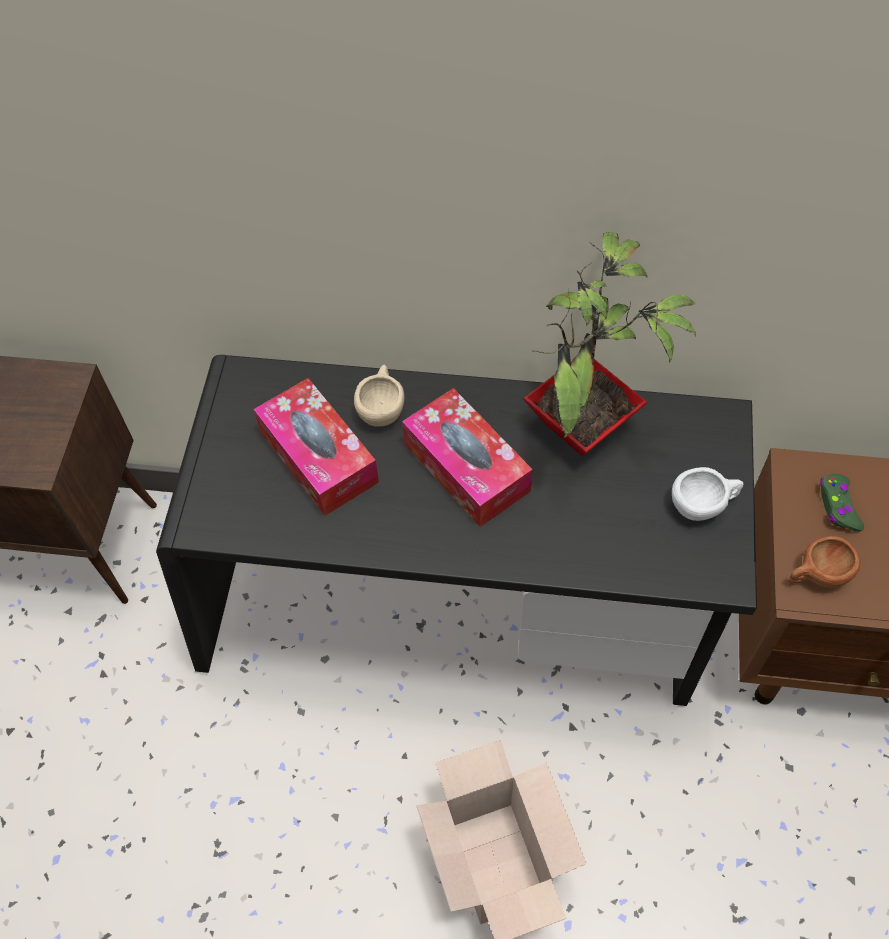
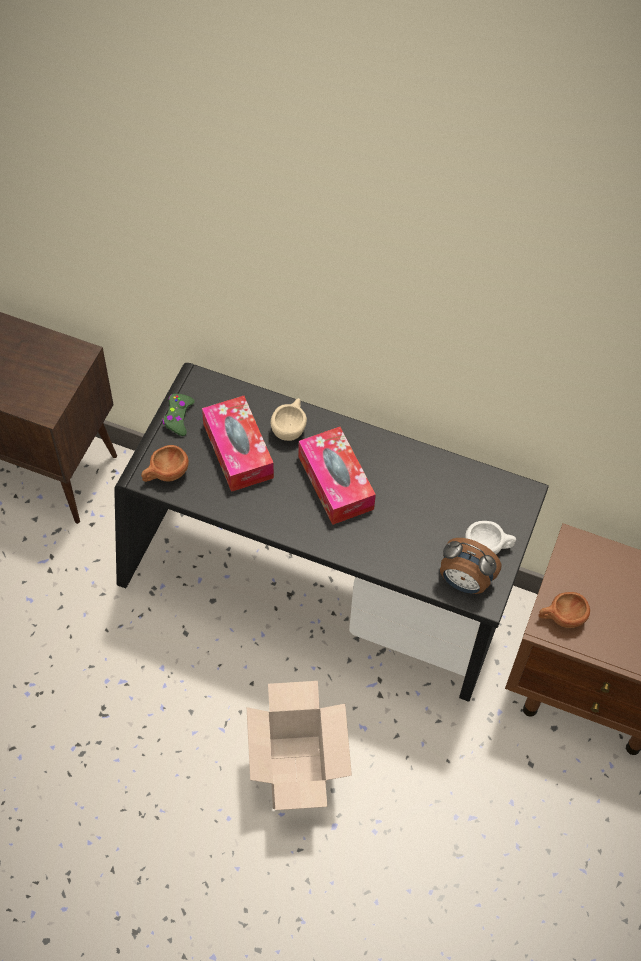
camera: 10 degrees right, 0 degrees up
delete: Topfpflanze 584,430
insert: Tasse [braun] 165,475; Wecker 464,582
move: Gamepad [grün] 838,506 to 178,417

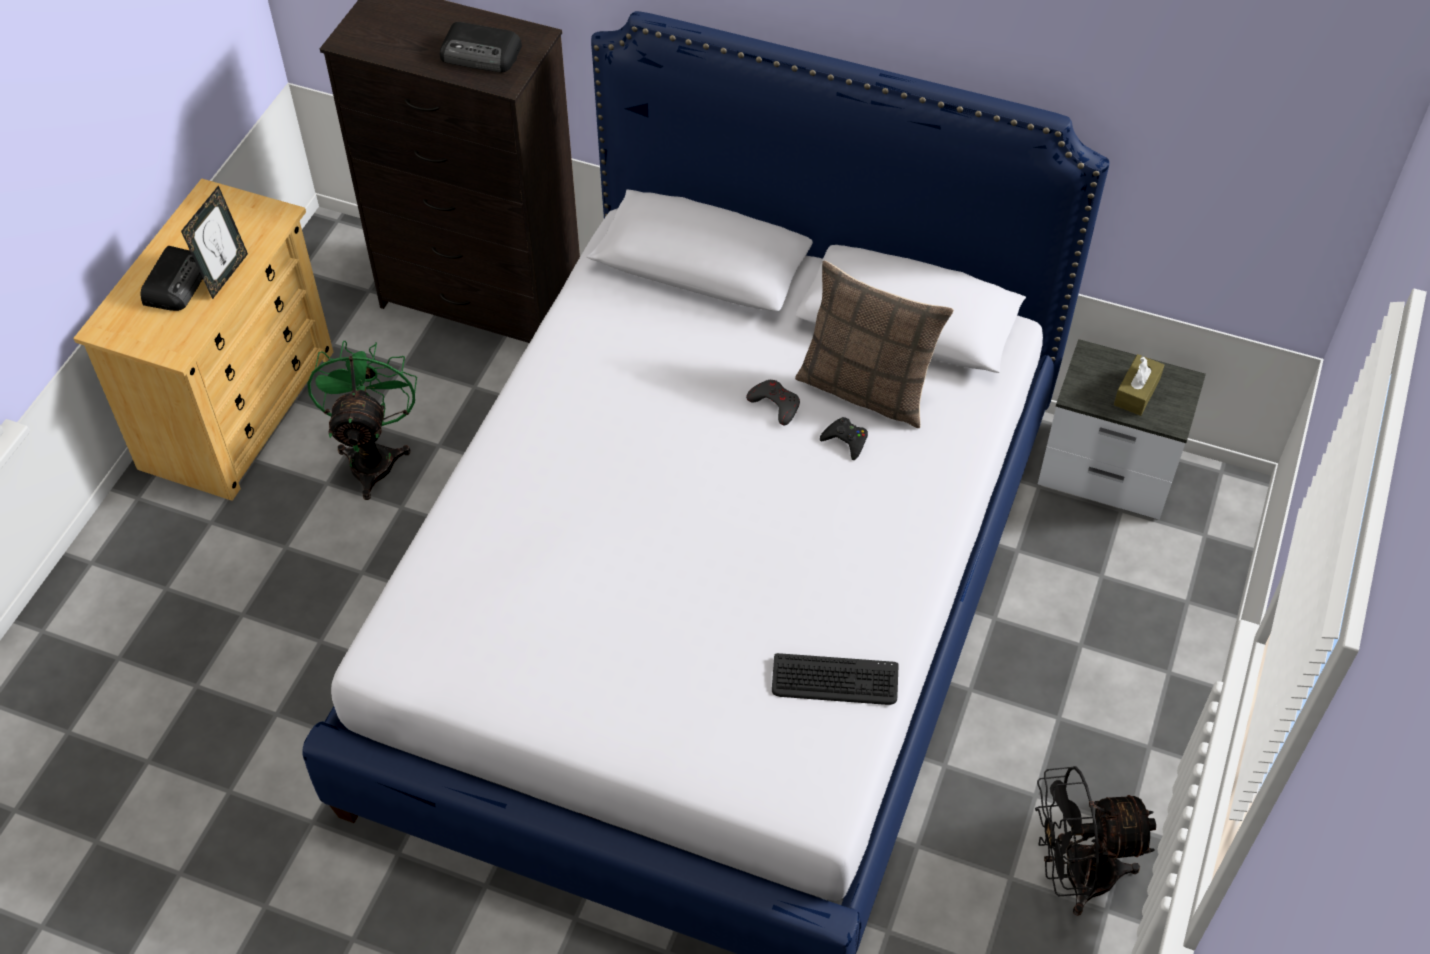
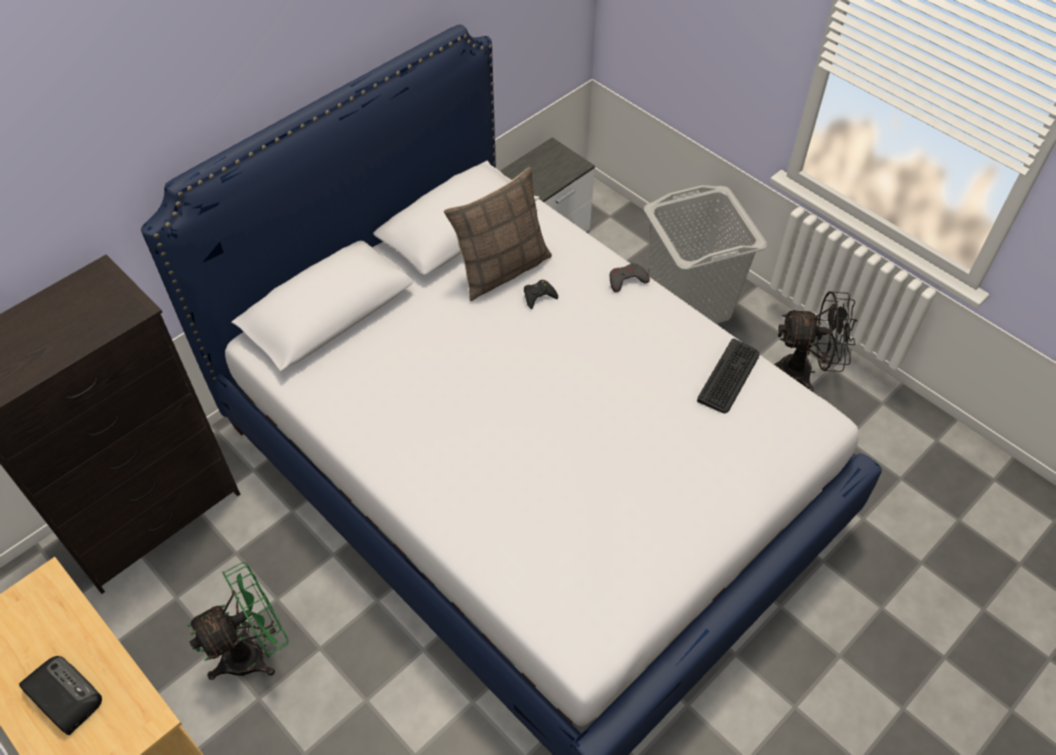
camera: 65 degrees left, 0 degrees up
delete: Radio 481,54; Bilderrahmen 225,274; Taschentuchbox [braun] 1136,392
insert: Wäschekorb [grau] 689,304
move: Gamepad [grau] 775,404 to 627,280
rotate: Ventilator [grün] 373,456 = 254,651 120 degrees clockwise; Ventilator [schwarz] 1075,875 = 804,371 105 degrees counterclockwise

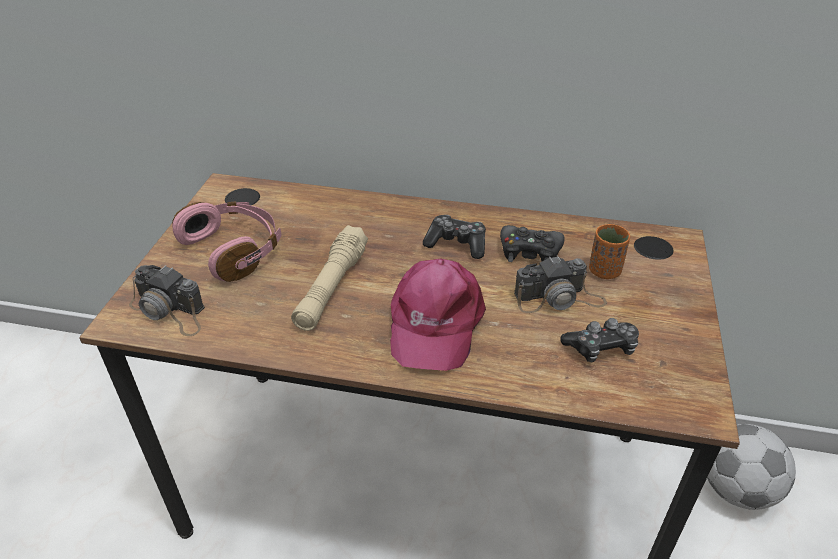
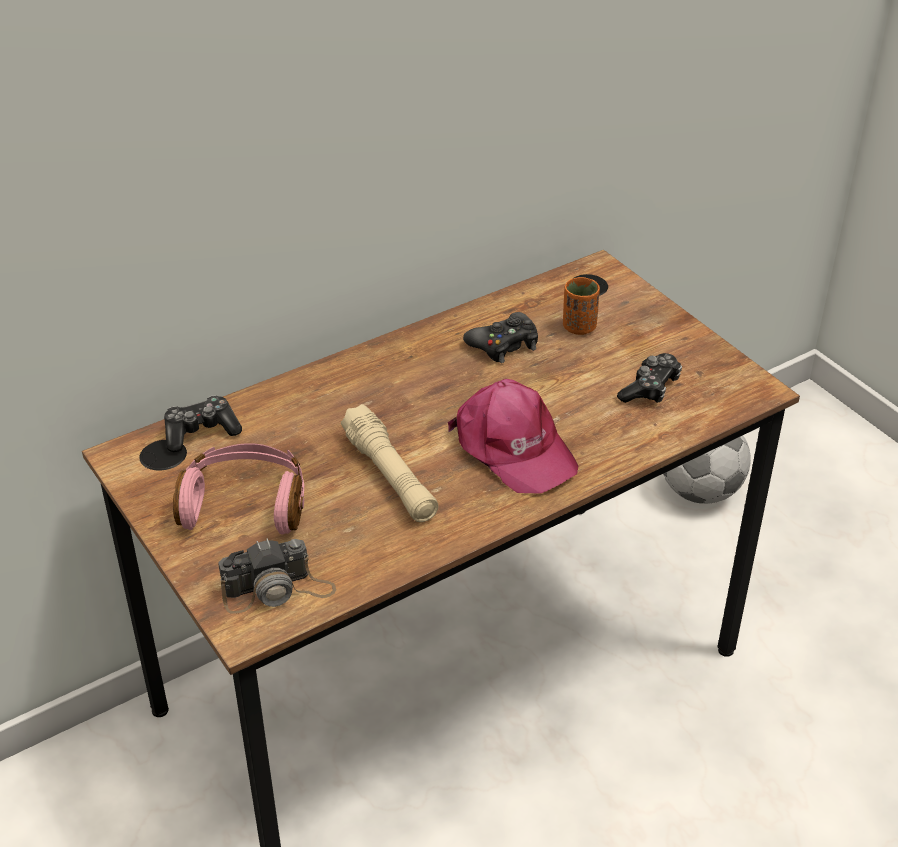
camera: 45 degrees left, 0 degrees up
delete: Kamera 559,298
move: Gamepad 456,244 to 200,432

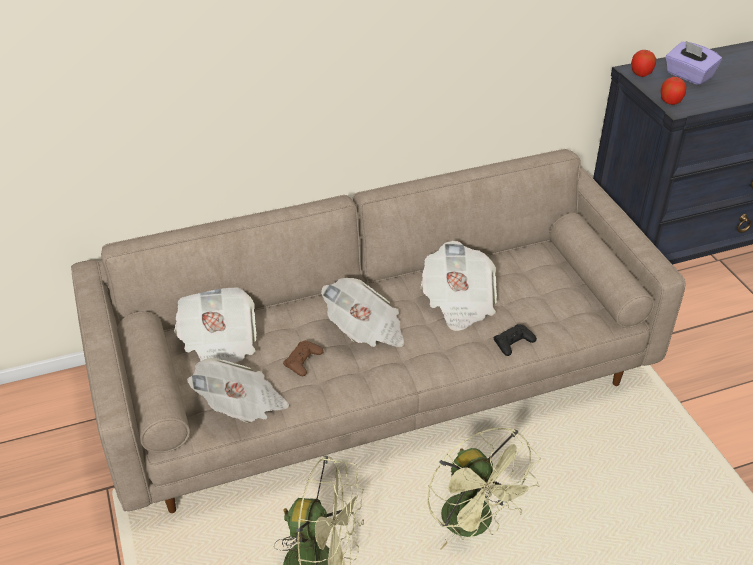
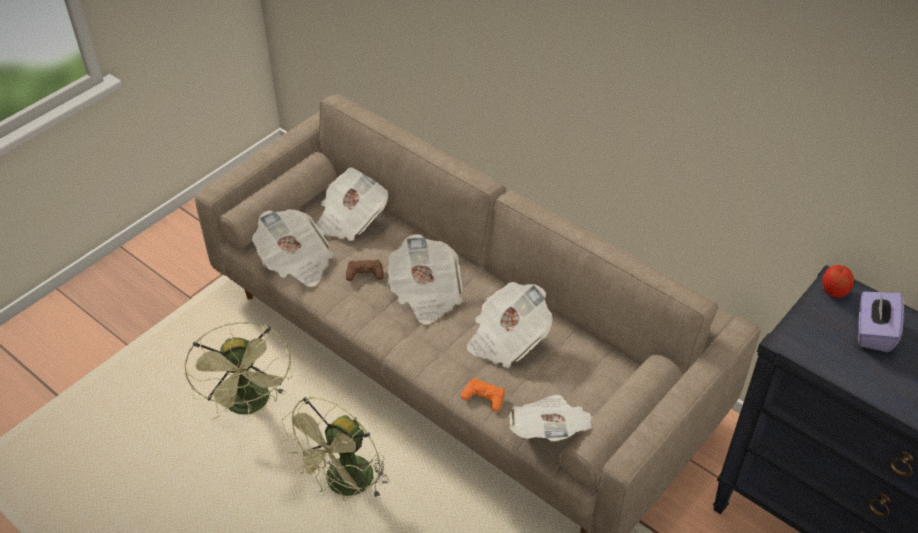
camera: 60 degrees right, 5 degrees up
delete: Apfel 670,102
insert: Zeitung 548,431
recolor: Gamepad [schwarz] 513,342 to Gamepad [orange] 484,397

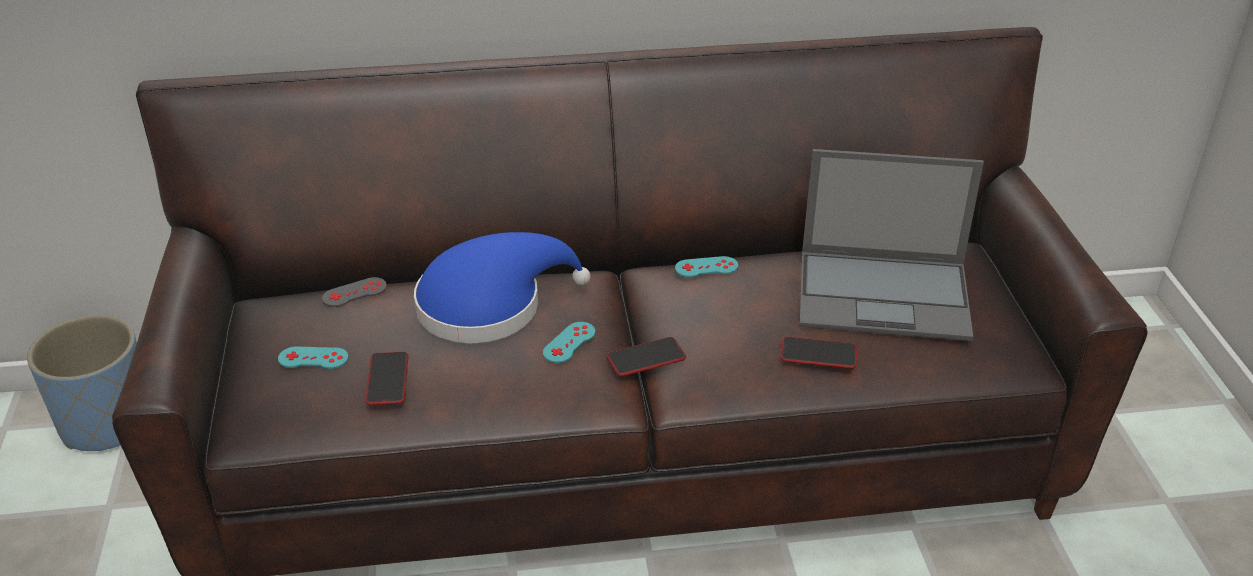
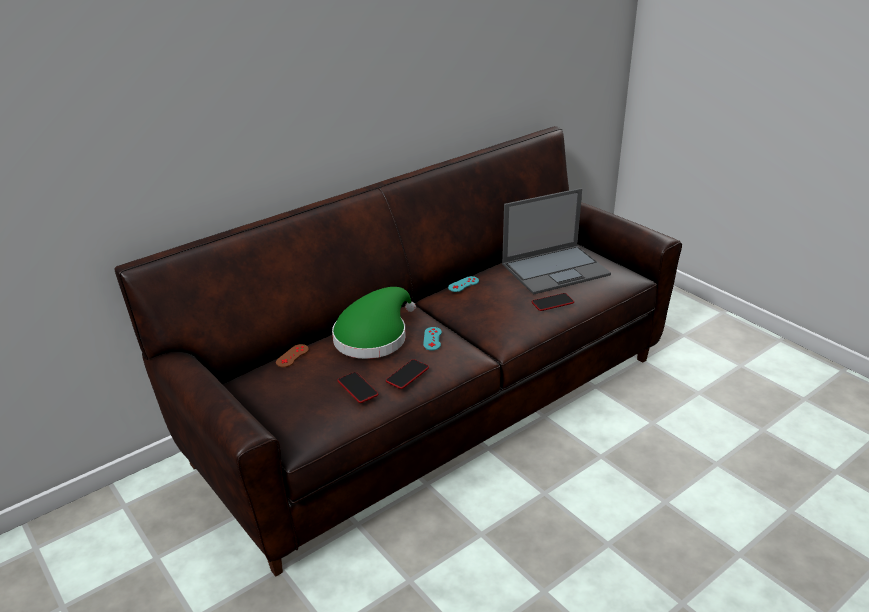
camera: 30 degrees left, 5 degrees down
delete: Pflanzkübel [blau] 108,423; Gamepad [türkis] 313,358
move: Handy 646,358 to 407,375
recolor: Hut [blau] 489,305 to Hut [grün] 374,336; Gamepad [grau] 354,292 to Gamepad [braun] 292,356

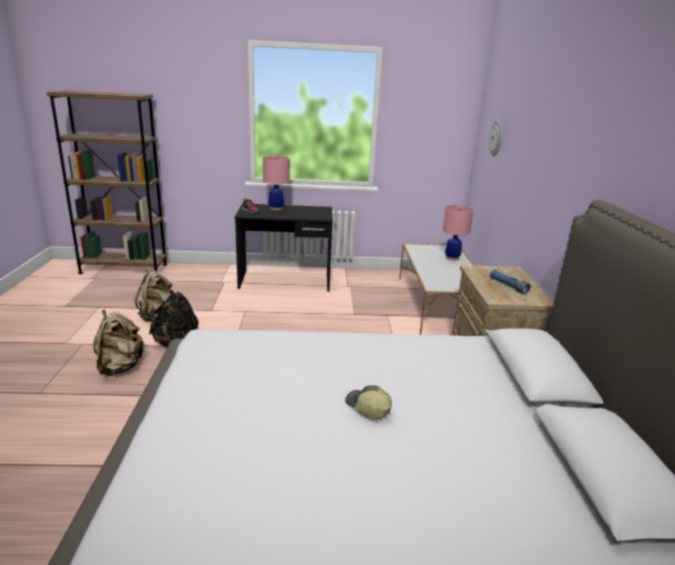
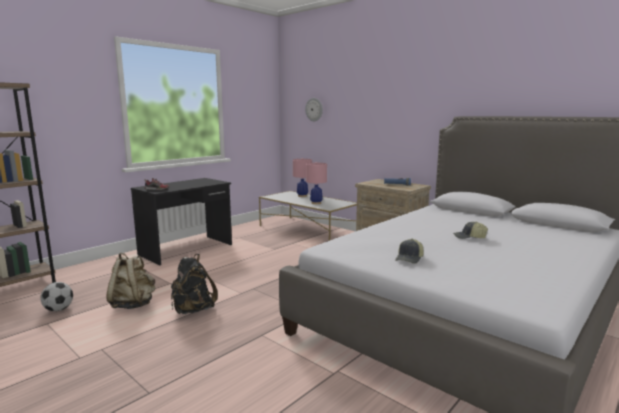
camera: 45 degrees left, 10 degrees down
delete: Rucksack [beige] 120,367
insert: Kappe 409,259; Fußball 59,309
move: Tischlampe [rosa] 276,208 to 316,203

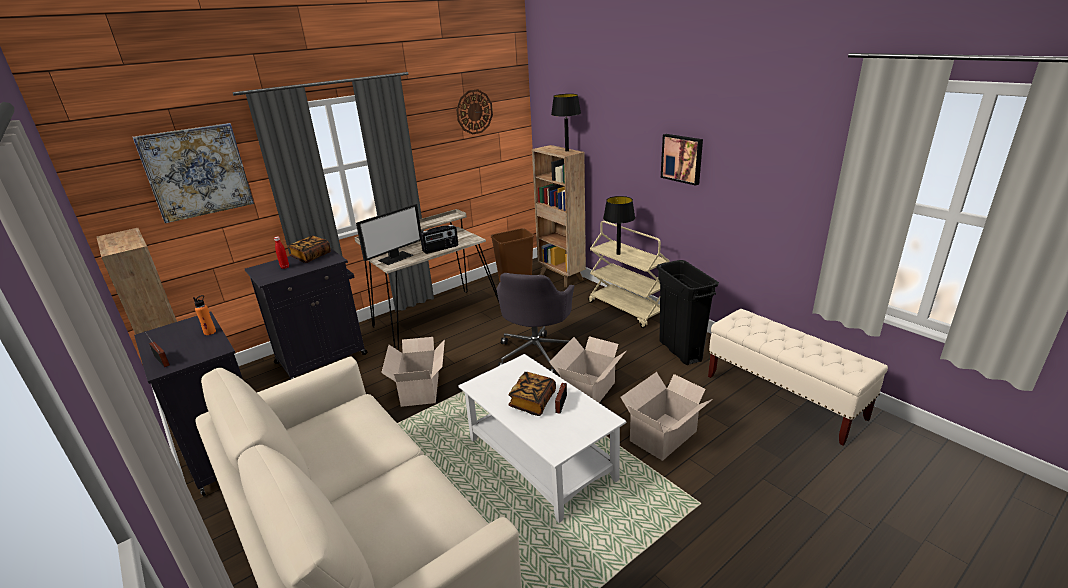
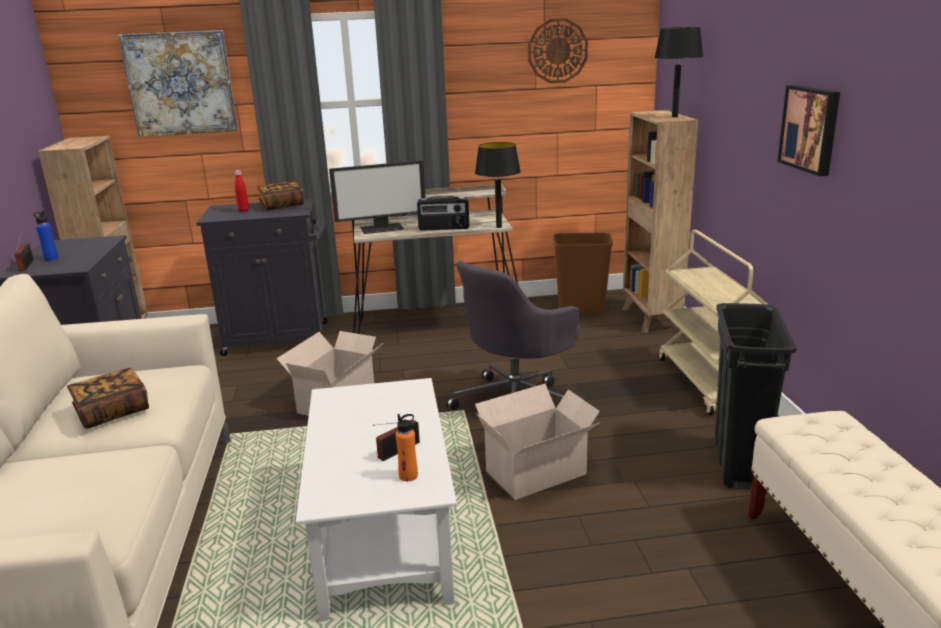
camera: 30 degrees right, 5 degrees down
delete: Karton 665,435
insert: Flasche [blau] 51,258
move: Tischlampe [schwarz] 618,254 to 498,227; Flasche [orange] 210,332 to 408,476; Buch 533,402 to 112,412

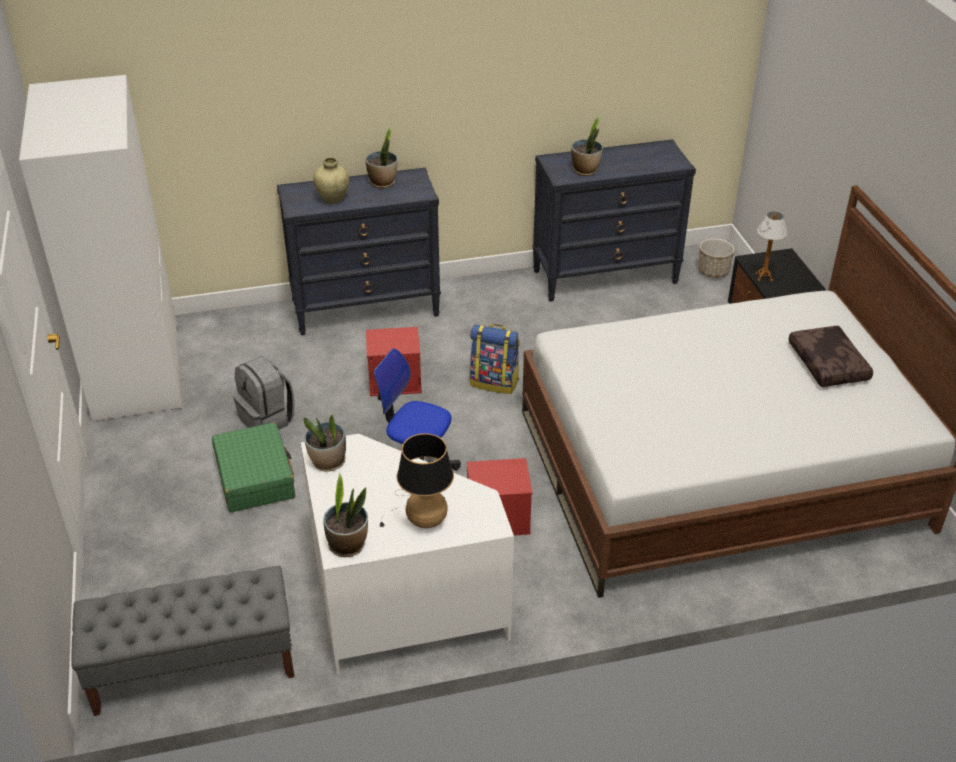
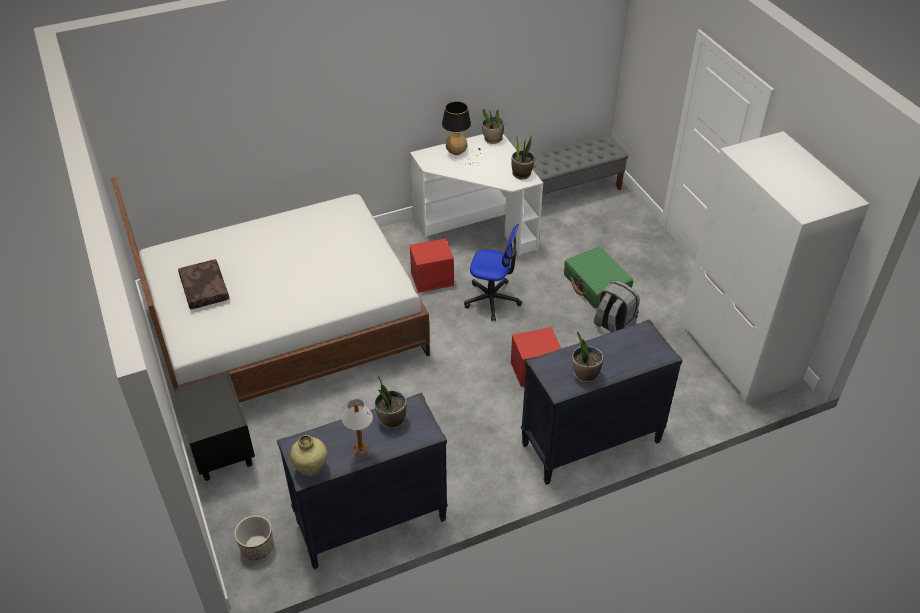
camera: 170 degrees right, 5 degrees up
delete: Rucksack 495,382
move: Vase [beige] 333,199 to 311,468; Tischlampe 763,277 to 361,452

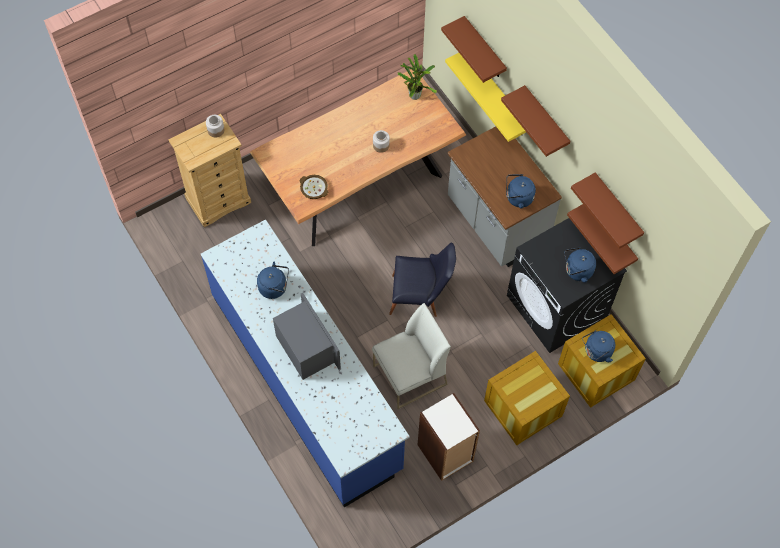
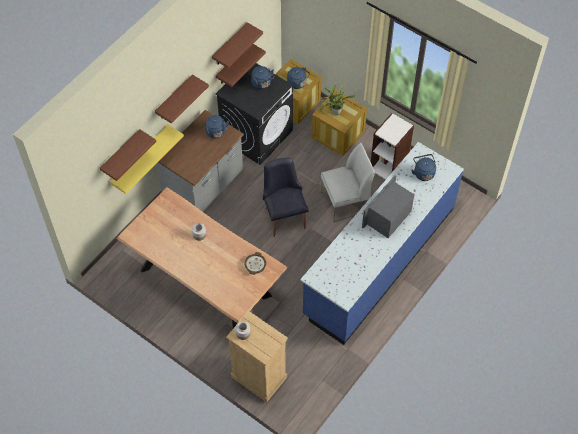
camera: 110 degrees left, 5 degrees down
move: Topfpflanze 415,94 to 335,112; Wasserkessel [blau] 275,287 to 423,173
rotate: Stuhl [weiß] 409,376 = 345,202 120 degrees clockwise

